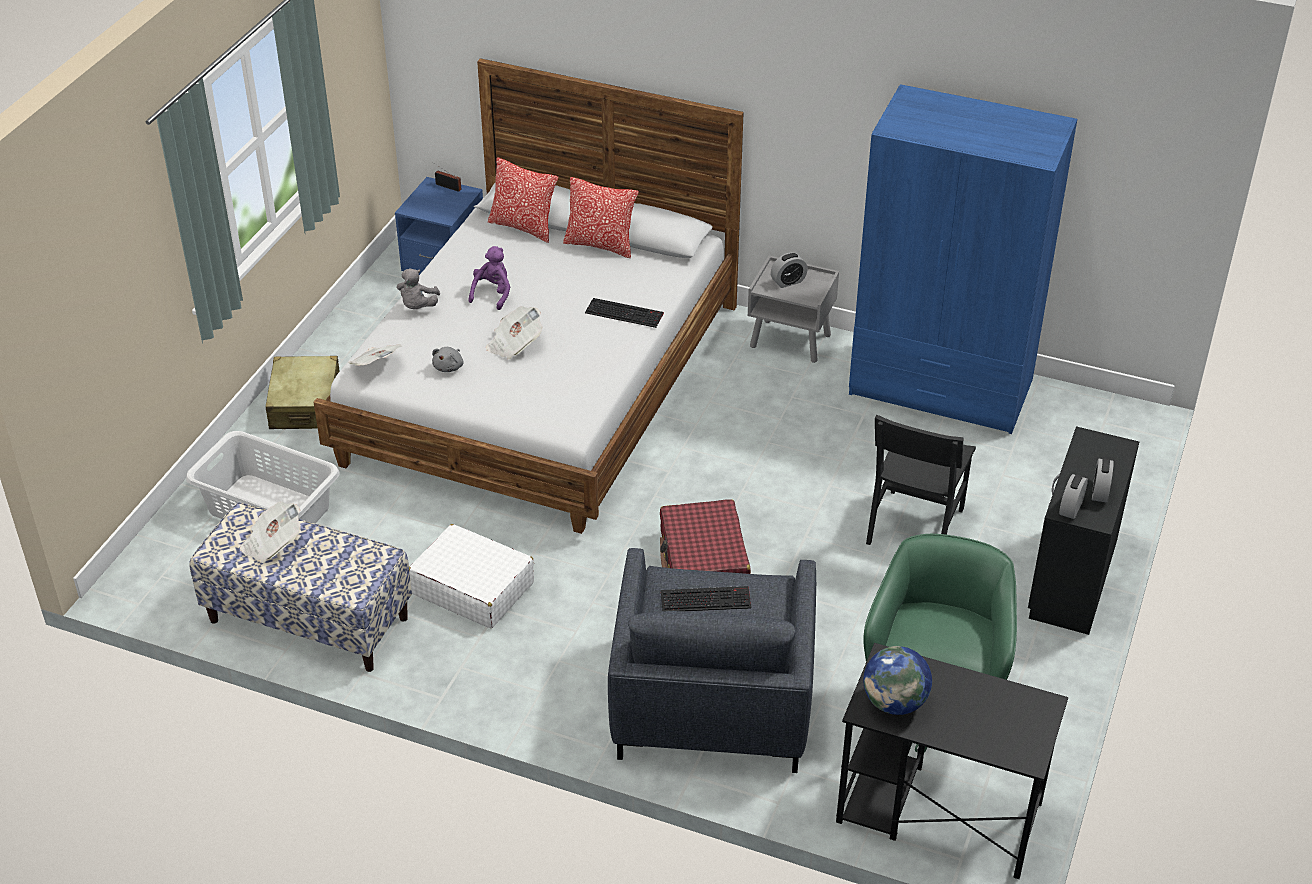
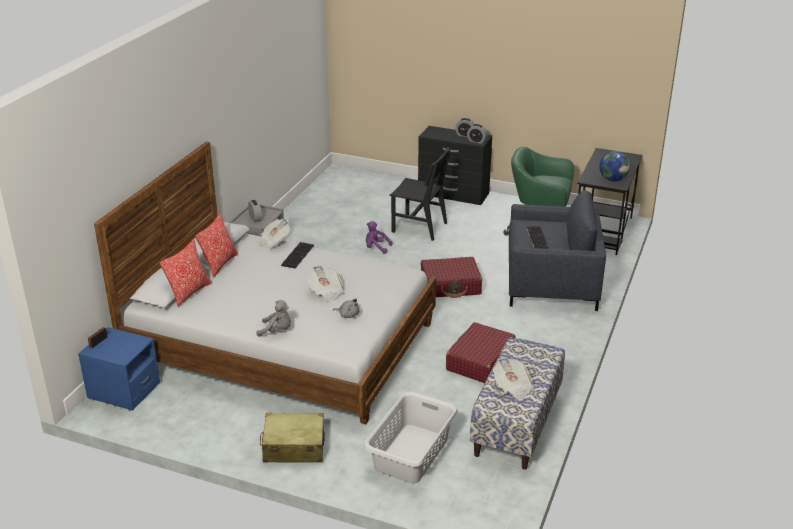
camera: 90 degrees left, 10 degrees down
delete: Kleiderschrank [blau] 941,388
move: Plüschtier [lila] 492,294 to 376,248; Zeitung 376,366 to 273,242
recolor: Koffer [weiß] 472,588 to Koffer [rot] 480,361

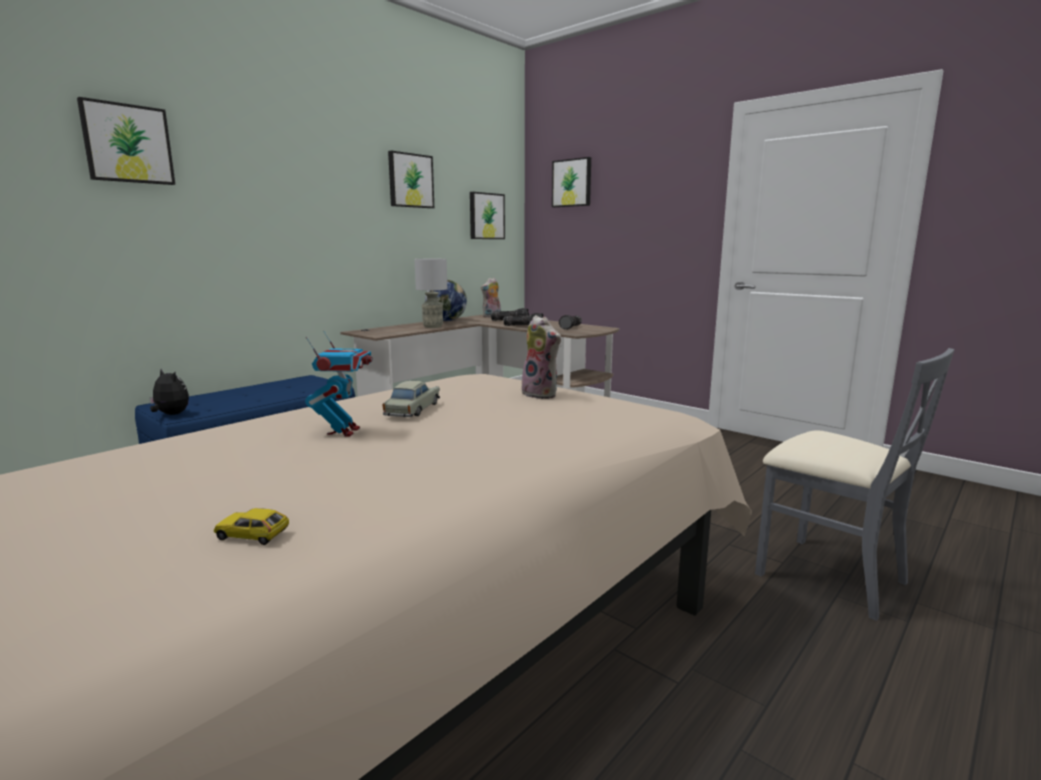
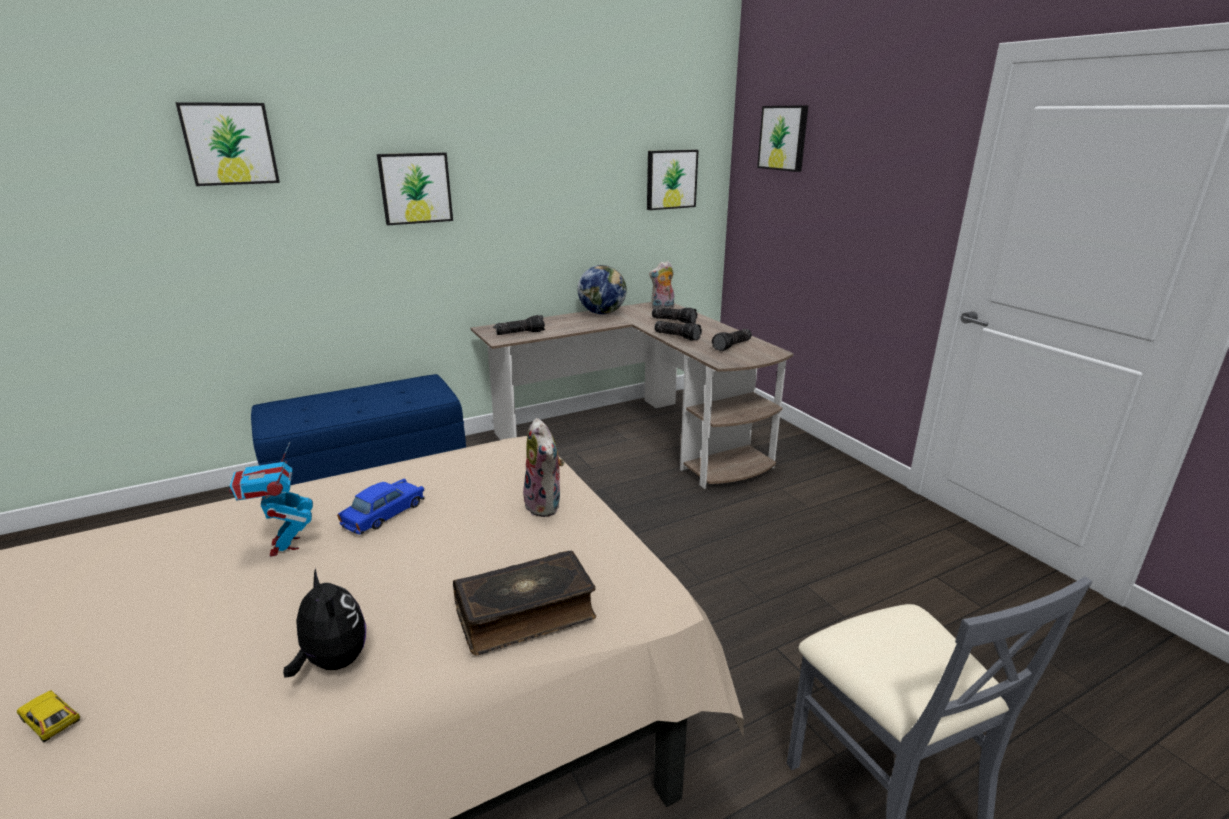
camera: 20 degrees right, 10 degrees up
delete: Tischlampe [grau] 432,326
insert: Taschenlampe 520,332; Buch 525,613
move: Bild 410,180 to 415,188; Plüschtier 171,415 to 333,661
recolor: Spielzeugauto [beige] 412,410 to Spielzeugauto [blau] 384,514
rotate: Spielzeugroboter 343,431 = 284,546 135 degrees clockwise

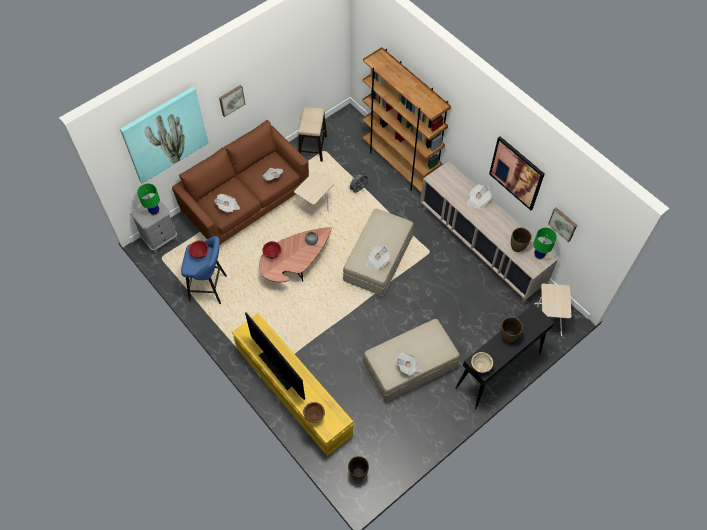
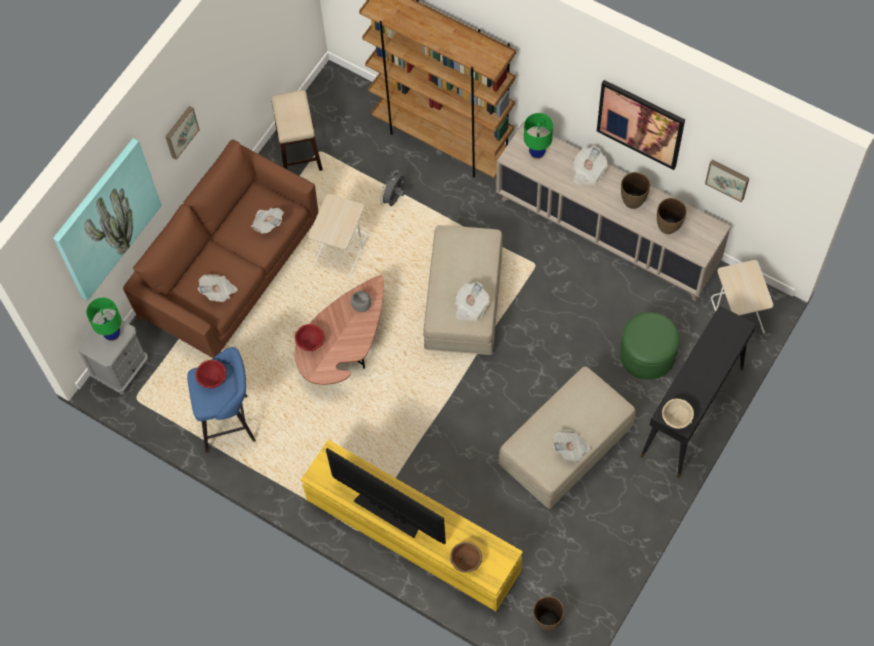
camera: 15 degrees left, 5 degrees up
insert: Polsterhocker [grün] 647,354
move: Tischlampe [grün] 539,255 to 537,153; Vase [braun] 508,336 to 632,201

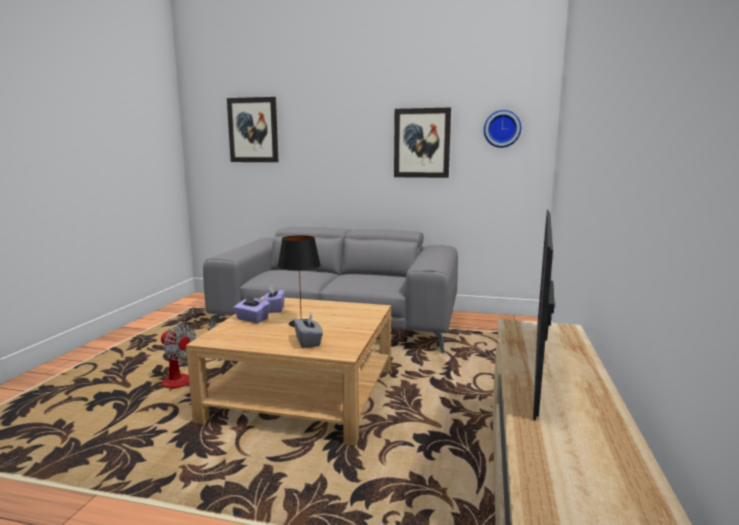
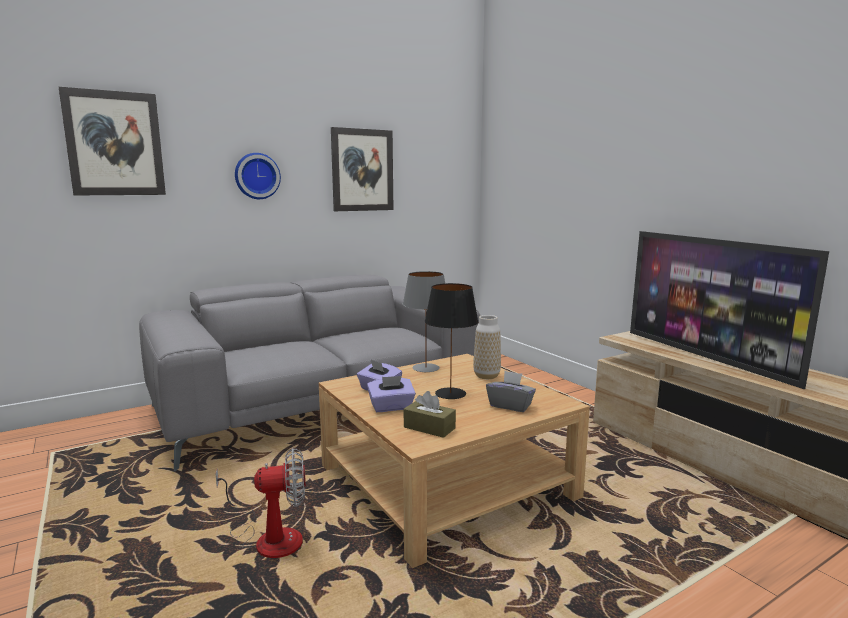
camera: 45 degrees left, 0 degrees up
insert: Tischlampe [grau] 425,368; Vase 486,376; Taschentuchbox [braun] 429,428
move: Wanduhr 502,129 to 256,176

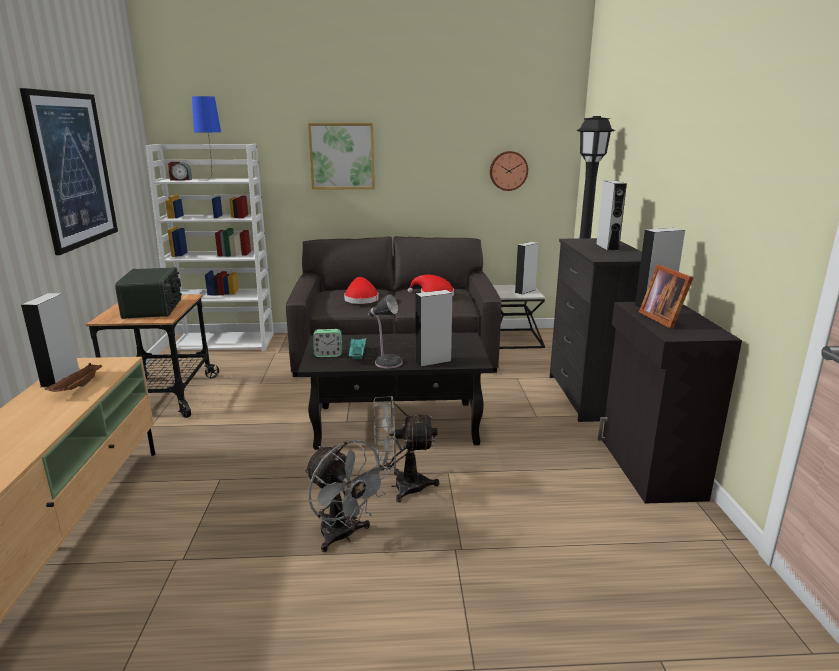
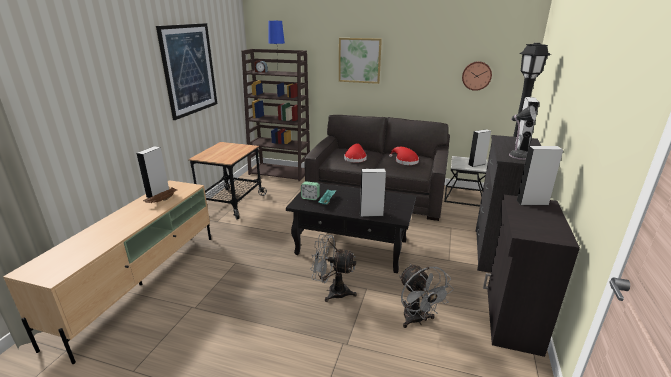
camera: 20 degrees right, 5 degrees up
delete: Bilderrahmen 663,319; Radio 154,308
move: Tischlampe 387,362 to 518,155; Ventilator [grau] 343,536 to 417,320
recolor: Bücherregal [weiß] 225,342 to Bücherregal [braun] 280,172

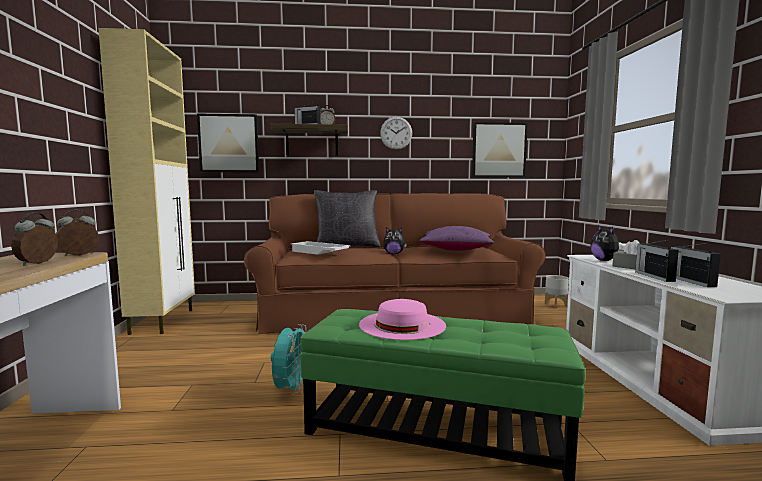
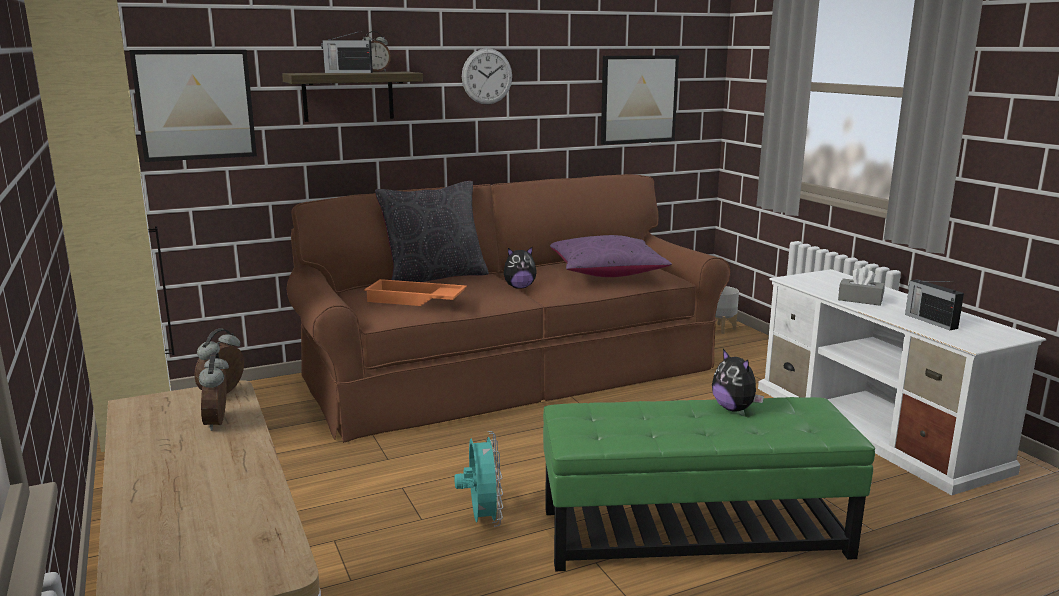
camera: 20 degrees left, 10 degrees up
delete: Radio 653,276; Hut [rosa] 402,324
move: Plüschtier 605,260 to 734,408
recolor: Tablett [weiß] 319,252 to Tablett [orange] 414,300

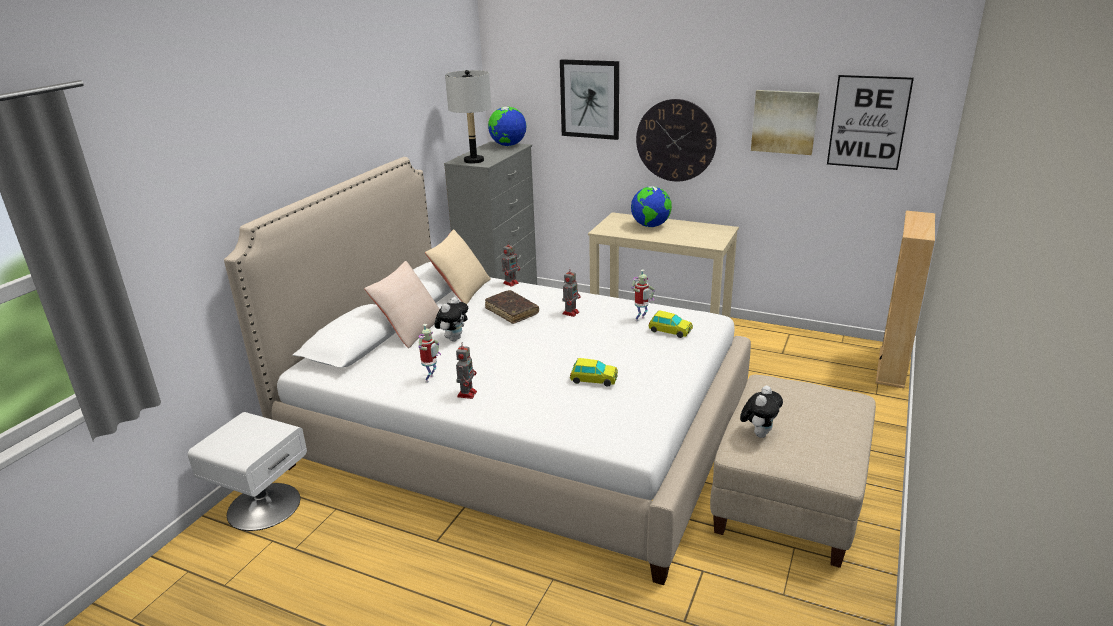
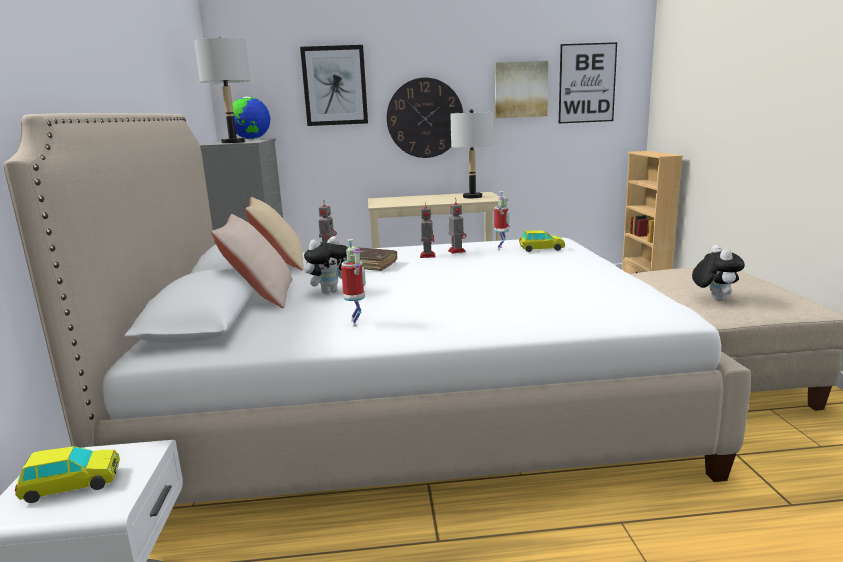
camera: 30 degrees left, 10 degrees down
delete: Globus 650,226
insert: Tischlampe [grau] 472,197
move: Spielzeugroboter 467,393 to 456,251; Spielzeugauto 594,379 to 72,484
rotate: Plüschtier 453,338 = 329,292 60 degrees clockwise

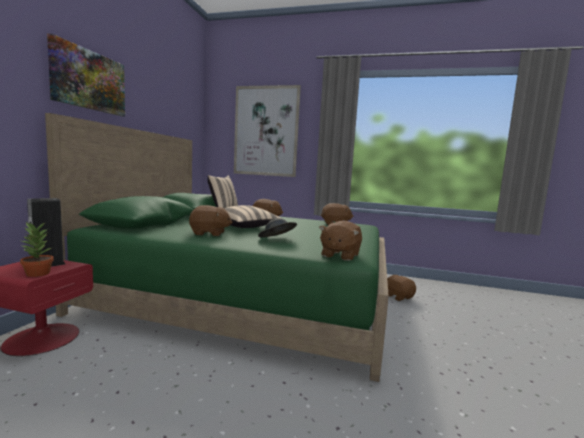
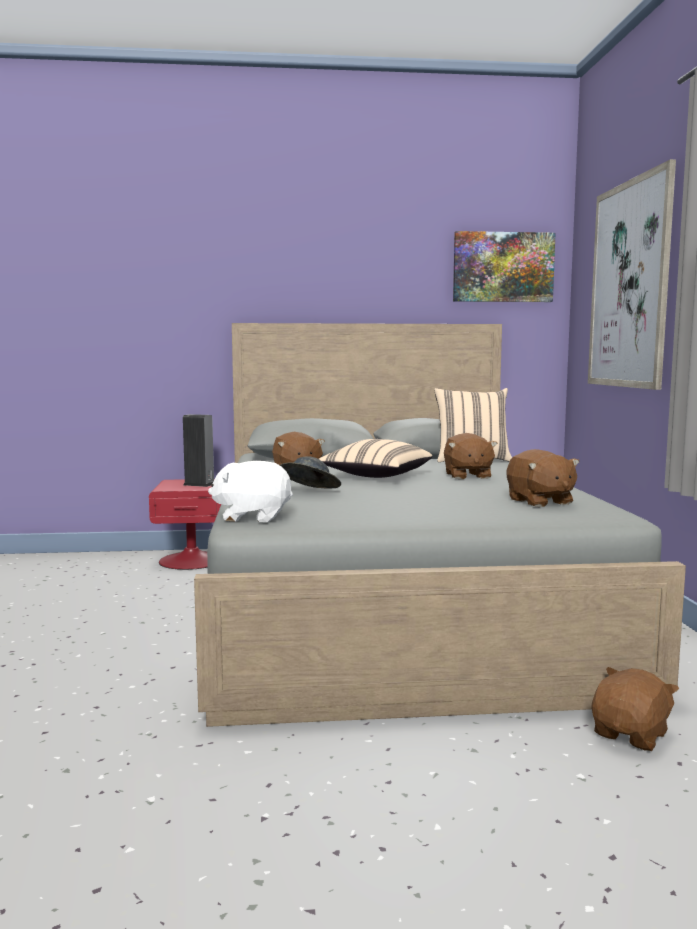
camera: 70 degrees right, 0 degrees up
delete: Topfpflanze 37,273
move: Bild 89,80 to 503,267
recolor: Bett [grün] 247,297 to Bett [grau] 395,605; Plüschtier [braun] 339,255 to Plüschtier [weiß] 253,517

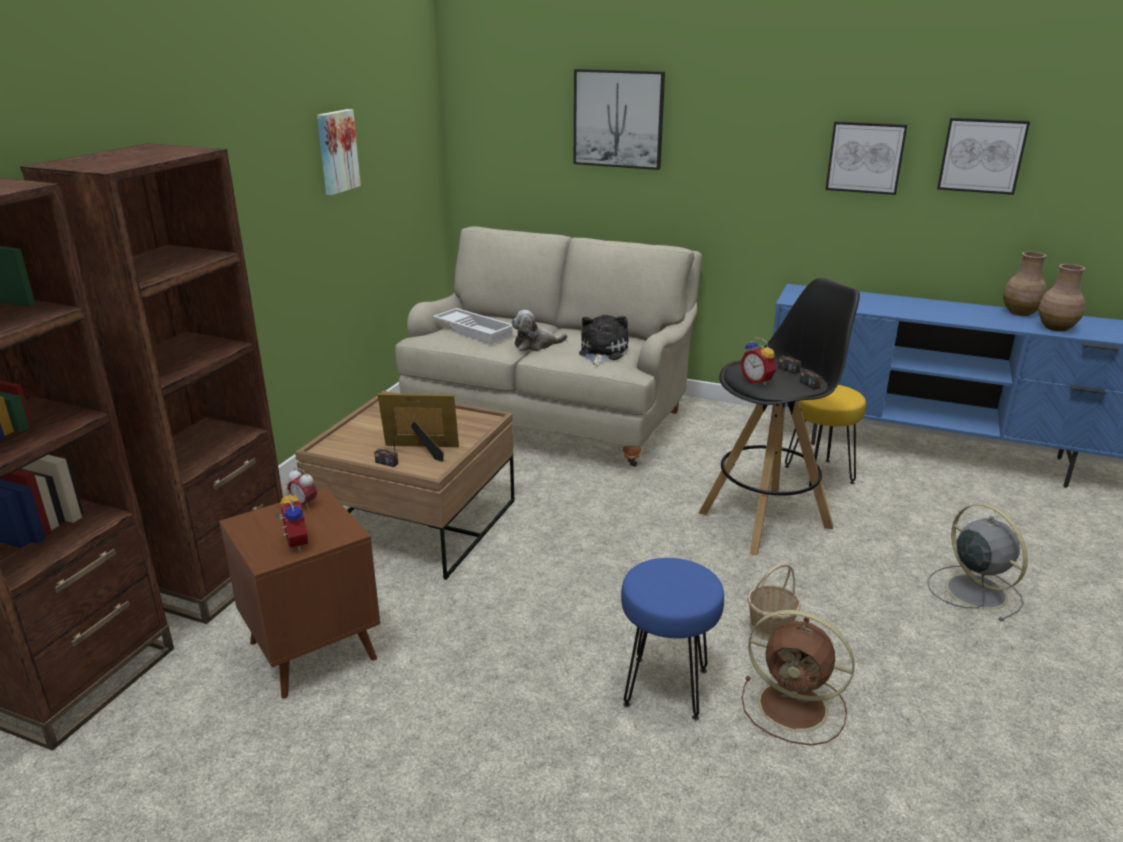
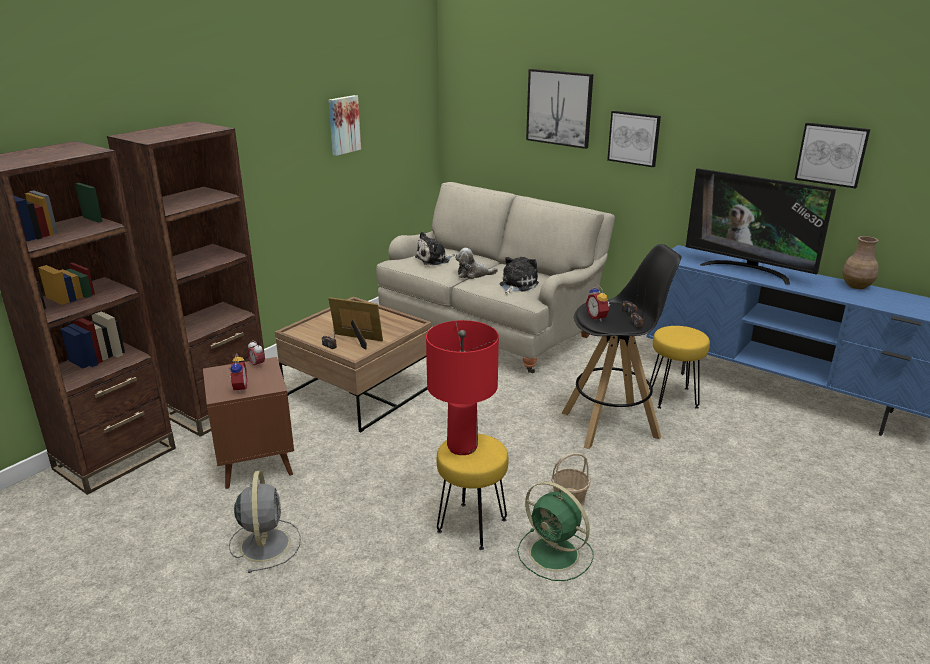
camera: 15 degrees right, 0 degrees up
delete: Vase [braun] 1055,327
insert: Fernseher 748,270; Tischlampe [rot] 461,447
move: Bild 865,157 to 634,138; Ventilator [grau] 973,590 to 265,543
replace: Tablett [weiß] 475,331 to Plüschtier 434,259
recolor: Hocker [blau] 666,688 to Hocker [gelb] 472,526; Ventilator [braun] 795,707 to Ventilator [grün] 556,555

